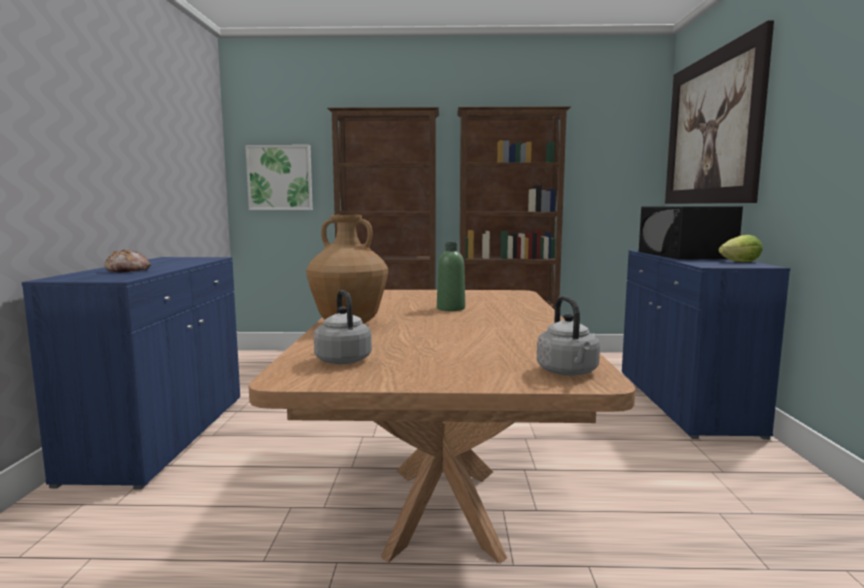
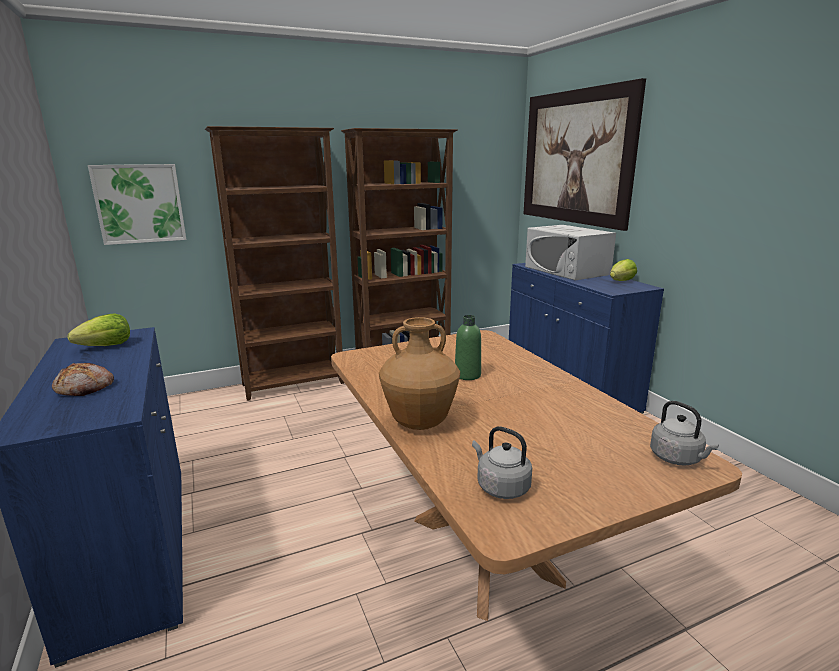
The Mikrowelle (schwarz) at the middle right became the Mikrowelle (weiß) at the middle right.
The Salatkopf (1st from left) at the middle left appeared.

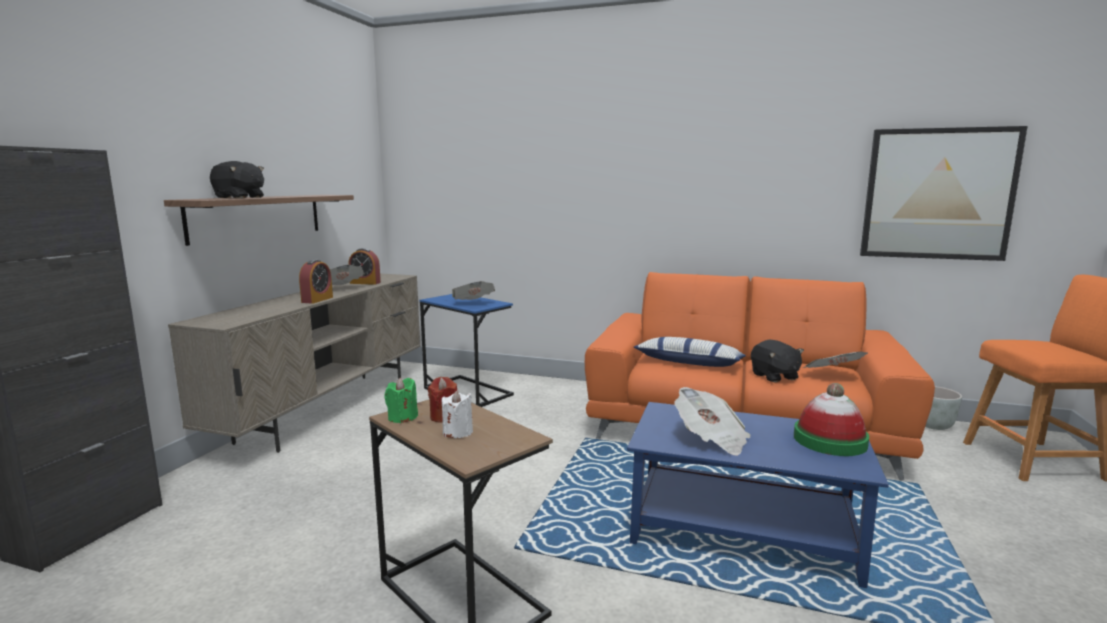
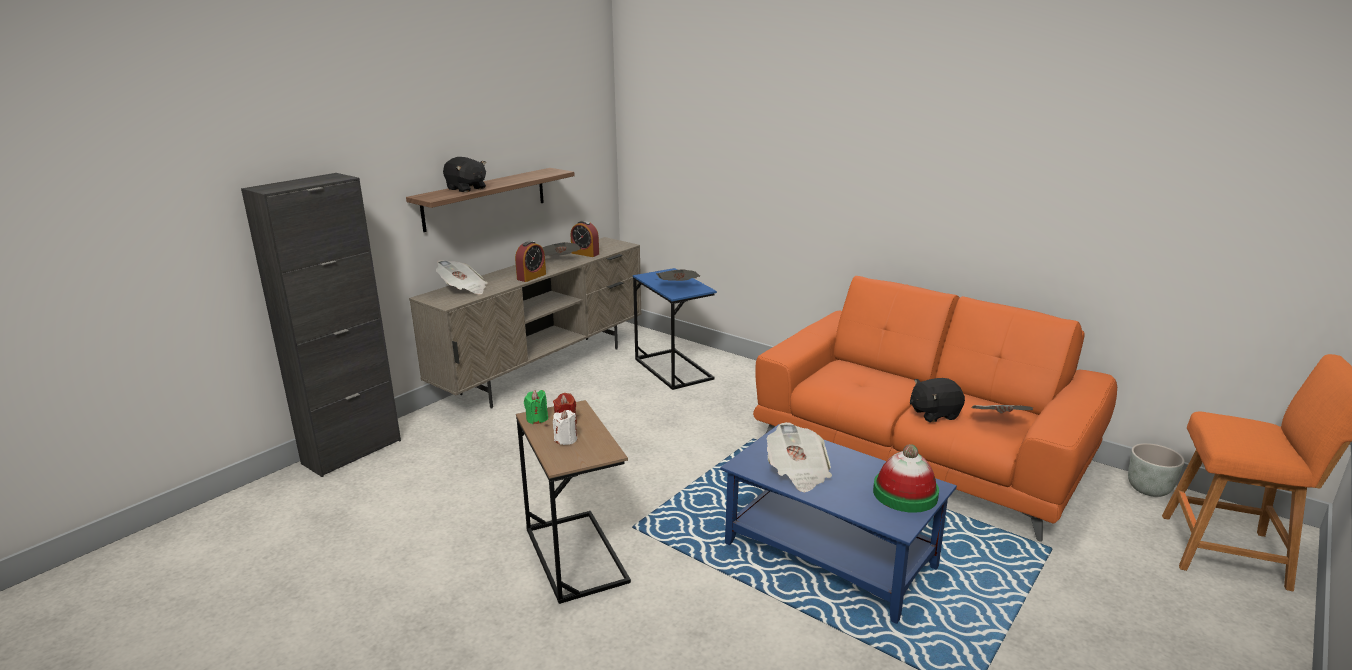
The Bild at the top right disappeared.
The Kissen at the centre disappeared.
The Plüschtier (schwarz) (2nd from left) at the middle right turned 75 degrees clockwise.
The Zeitung (1st from left) at the centre appeared.

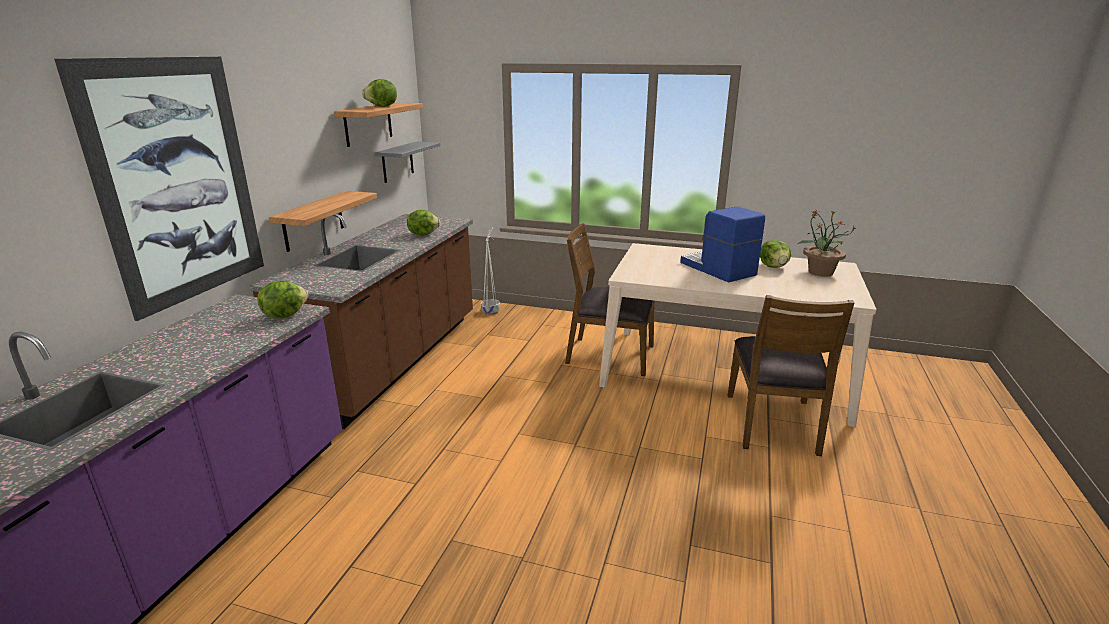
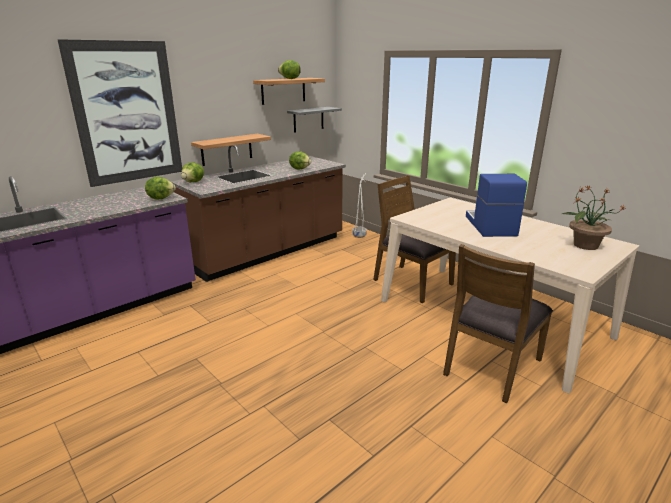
The Salatkopf (4th from left in the first image) moved from the middle right to the middle left.

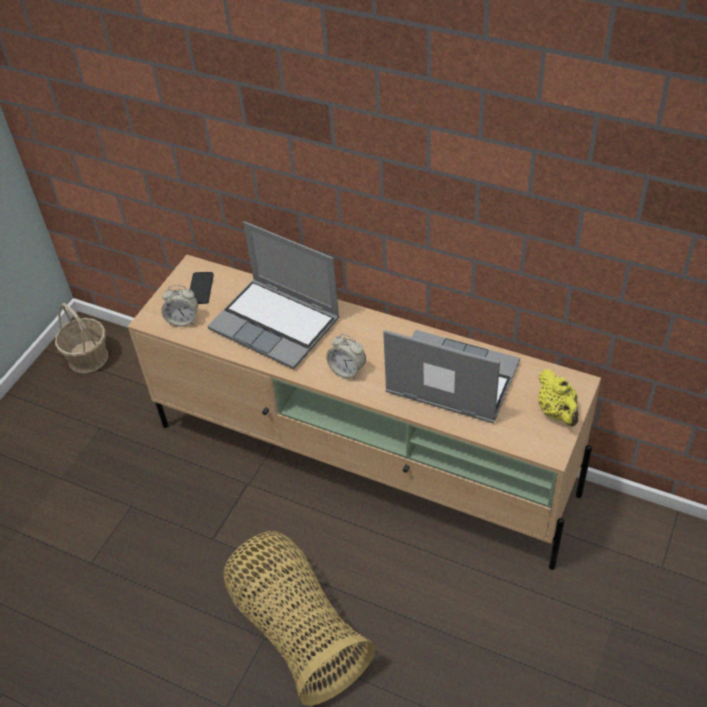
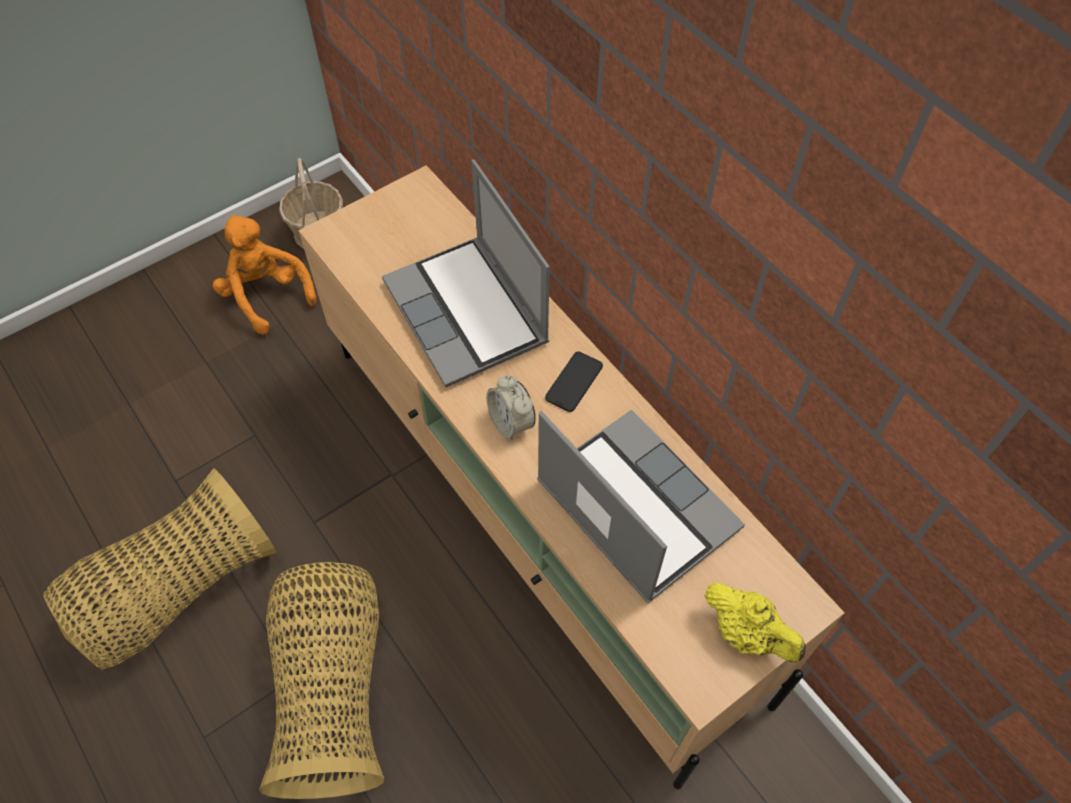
The Handy moved from the middle left to the centre.
The Wecker (1st from left) at the middle left disappeared.
The Teekanne (gelb) at the middle right turned 60 degrees counterclockwise.
The Plüschtier (orange) at the middle left appeared.
The Korb (1st from left) at the bottom left appeared.

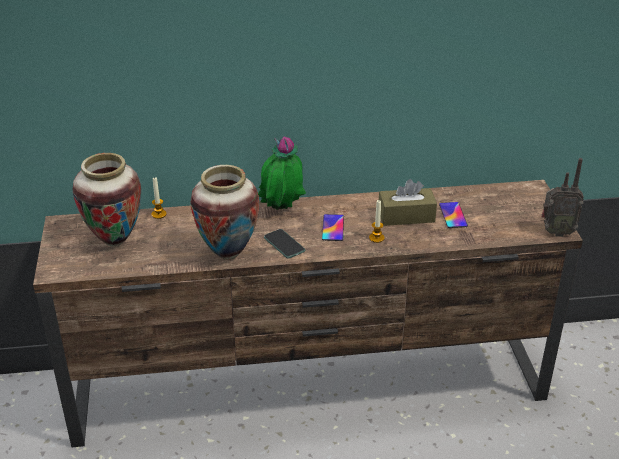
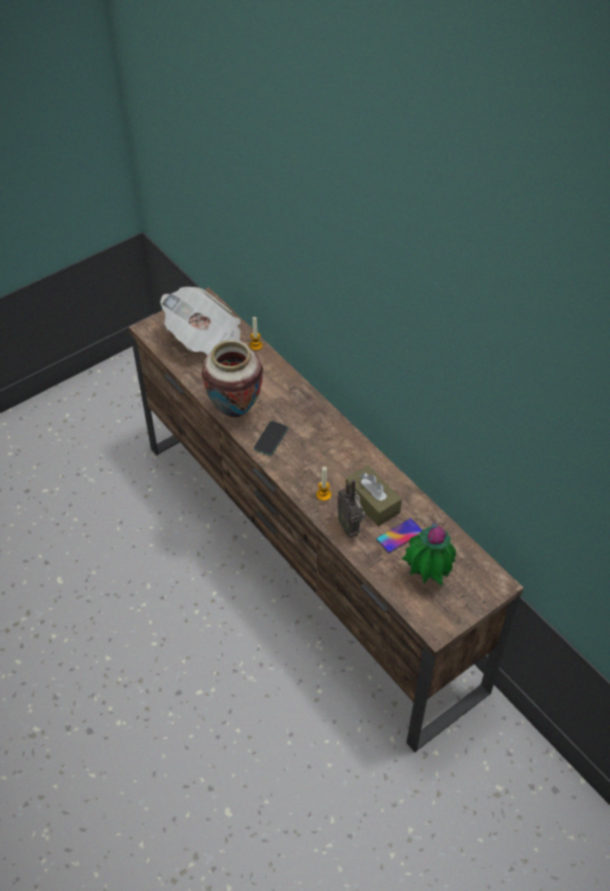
The Topfpflanze moved from the centre to the middle right.
The Vase (1st from left) at the middle left was replaced by the Zeitung at the middle left.
The Radio moved from the middle right to the centre.
The Handy (2nd from left) at the centre disappeared.

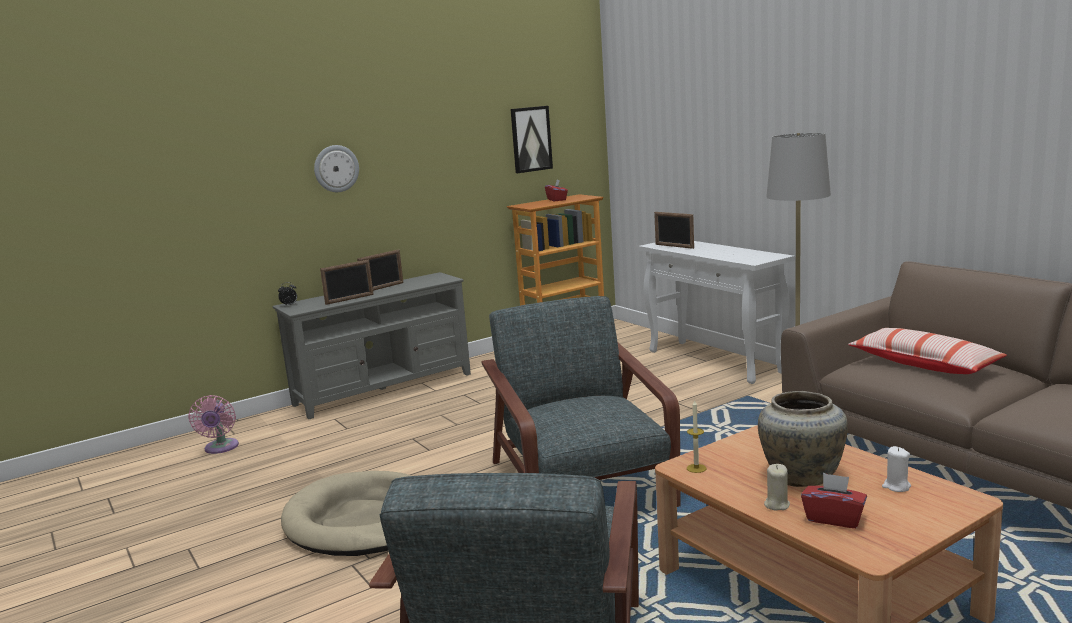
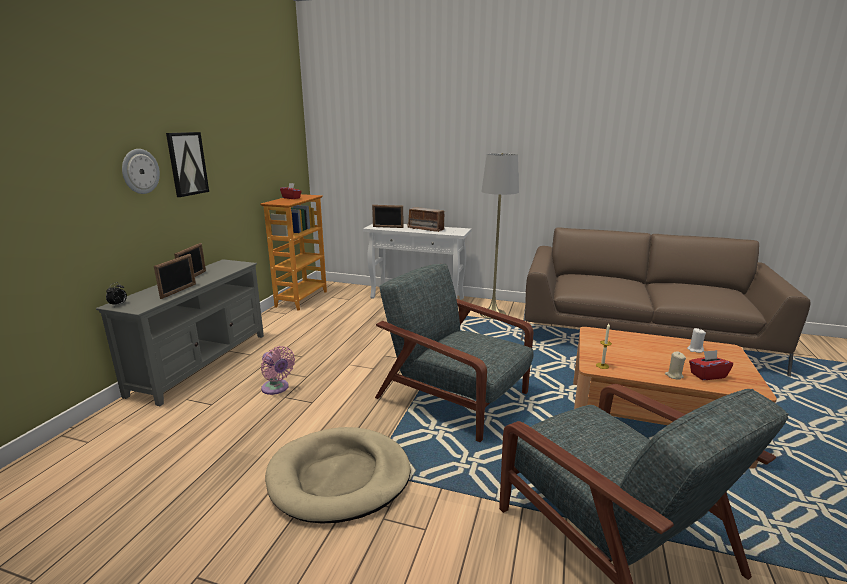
The Bild moved from the top centre to the top left.
The Kissen at the middle right disappeared.
The Vase (beige) at the bottom right disappeared.
The Ventilator (rosa) moved from the bottom left to the middle left.
The Radio at the centre appeared.

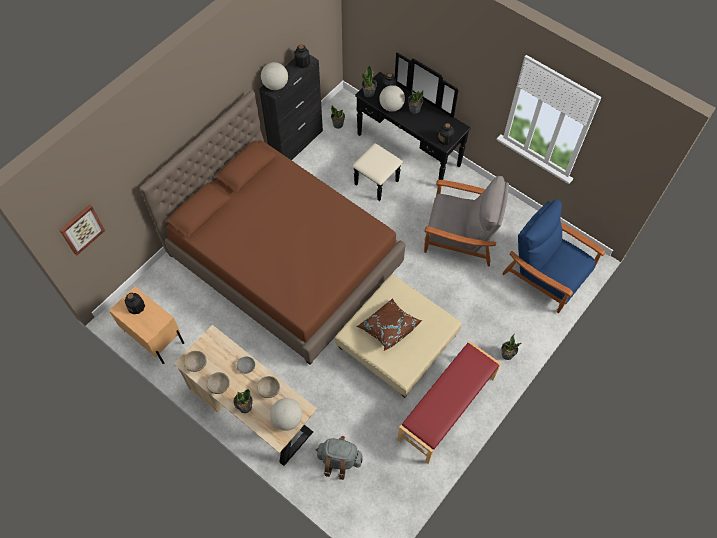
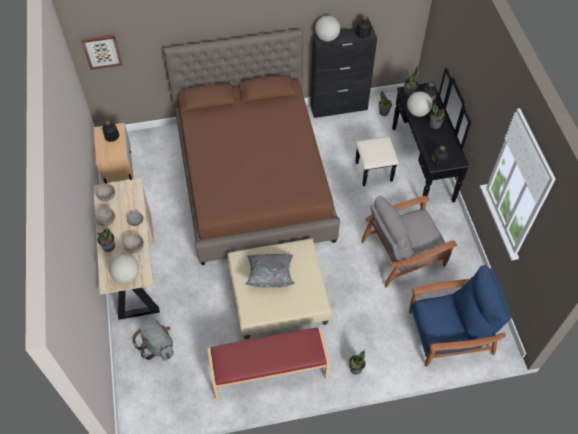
The Sessel (grau) at the centre turned 105 degrees clockwise.
The Sessel (blau) at the middle right turned 90 degrees clockwise.
The Kissen (braun) at the centre became the Kissen (grau) at the centre.

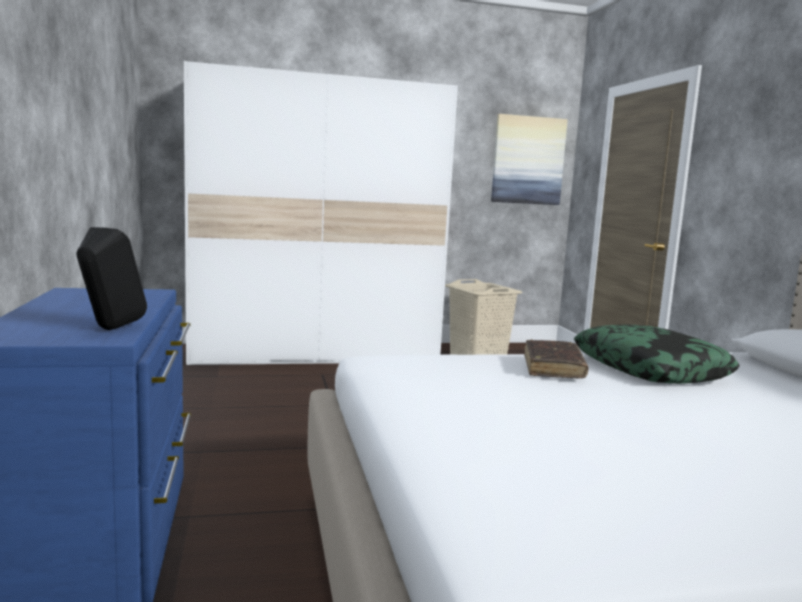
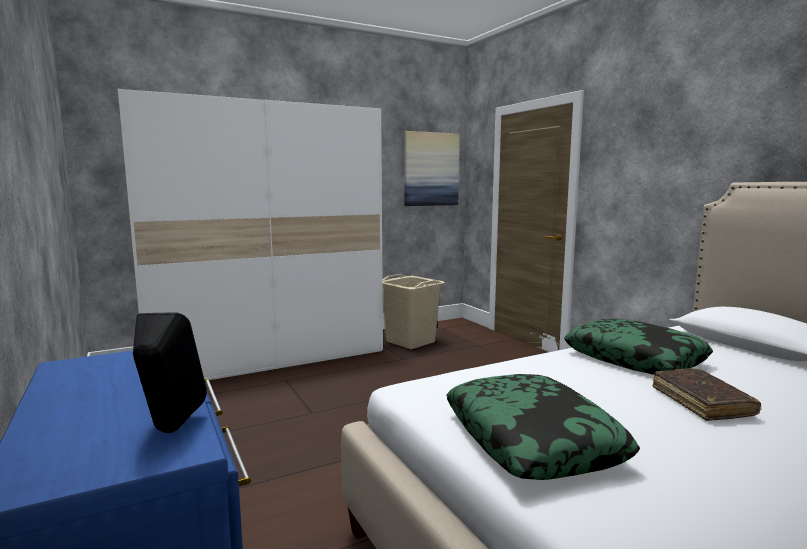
The Buch (braun) moved from the middle right to the bottom right.
The Kissen (1st from left) at the bottom right appeared.

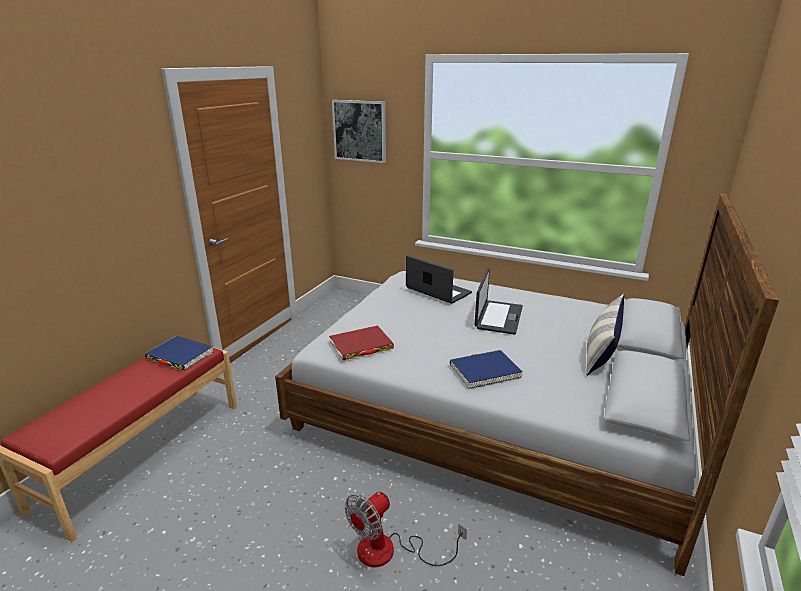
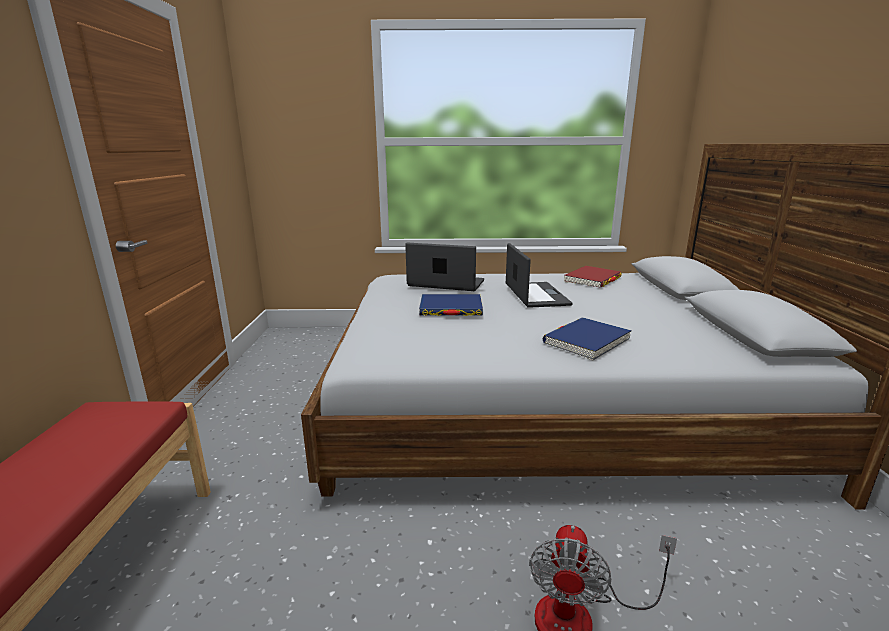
The Bild at the top centre disappeared.
The Kissen at the middle right disappeared.
The Buch (rot) moved from the centre to the middle right.
The Buch (blau) (1st from left) moved from the middle left to the centre.

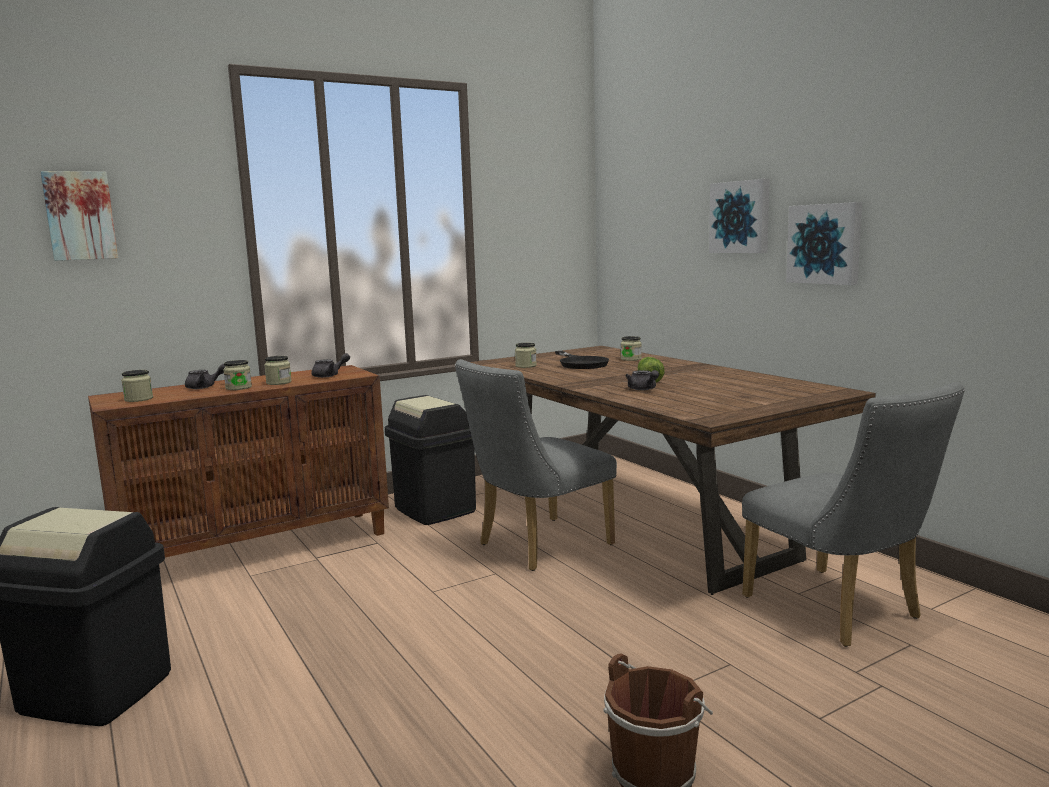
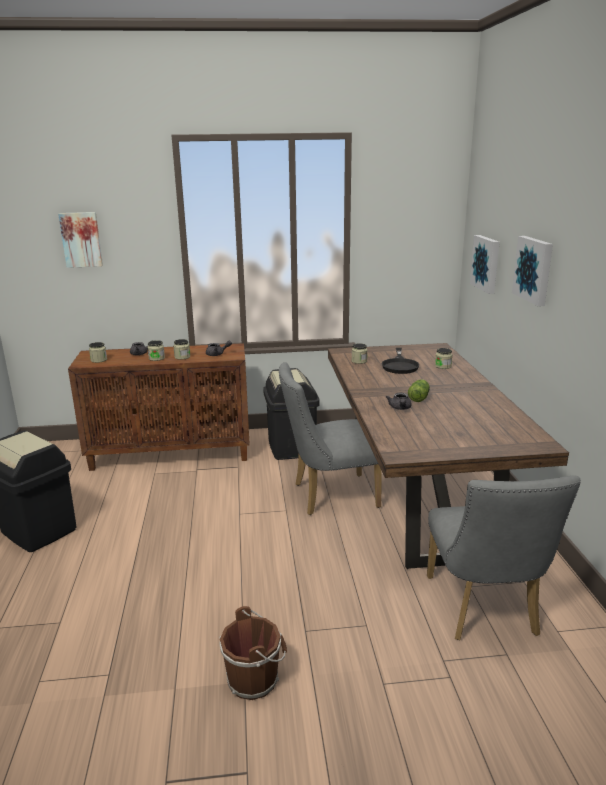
The Bild (3rd from left in the first image) moved from the top right to the middle right.

